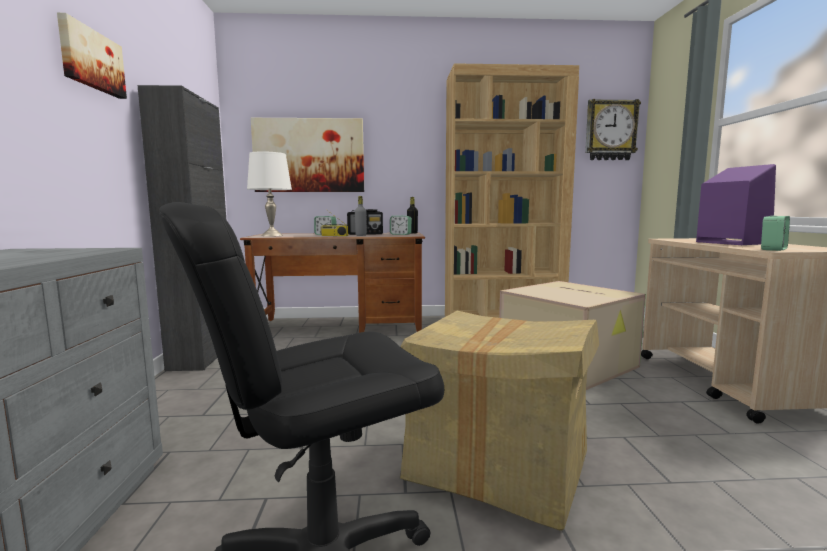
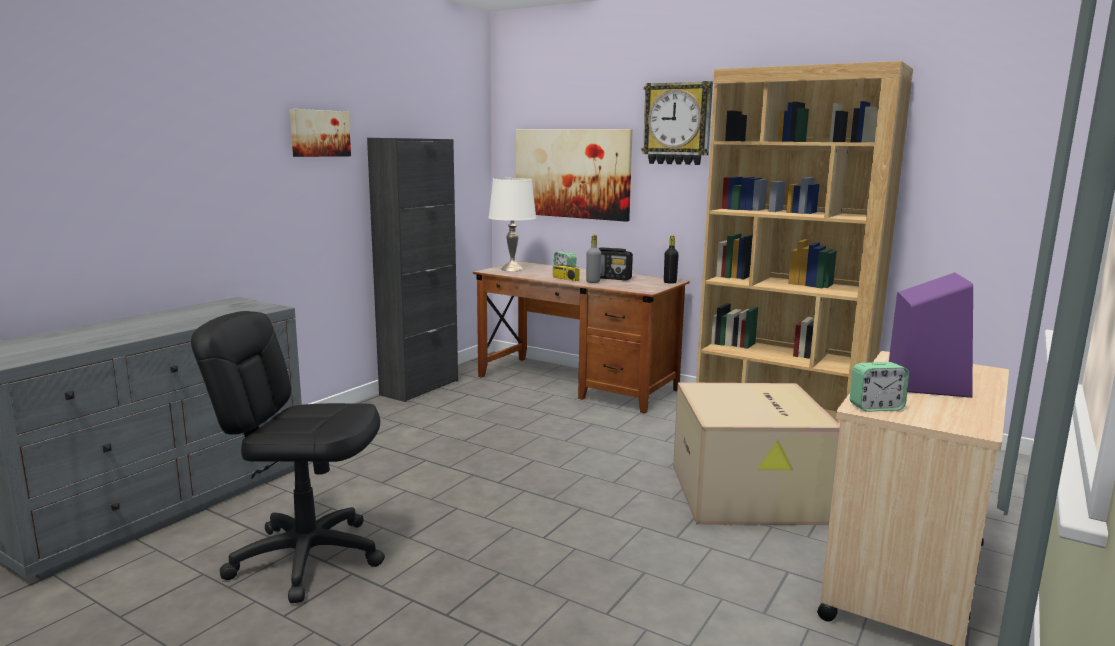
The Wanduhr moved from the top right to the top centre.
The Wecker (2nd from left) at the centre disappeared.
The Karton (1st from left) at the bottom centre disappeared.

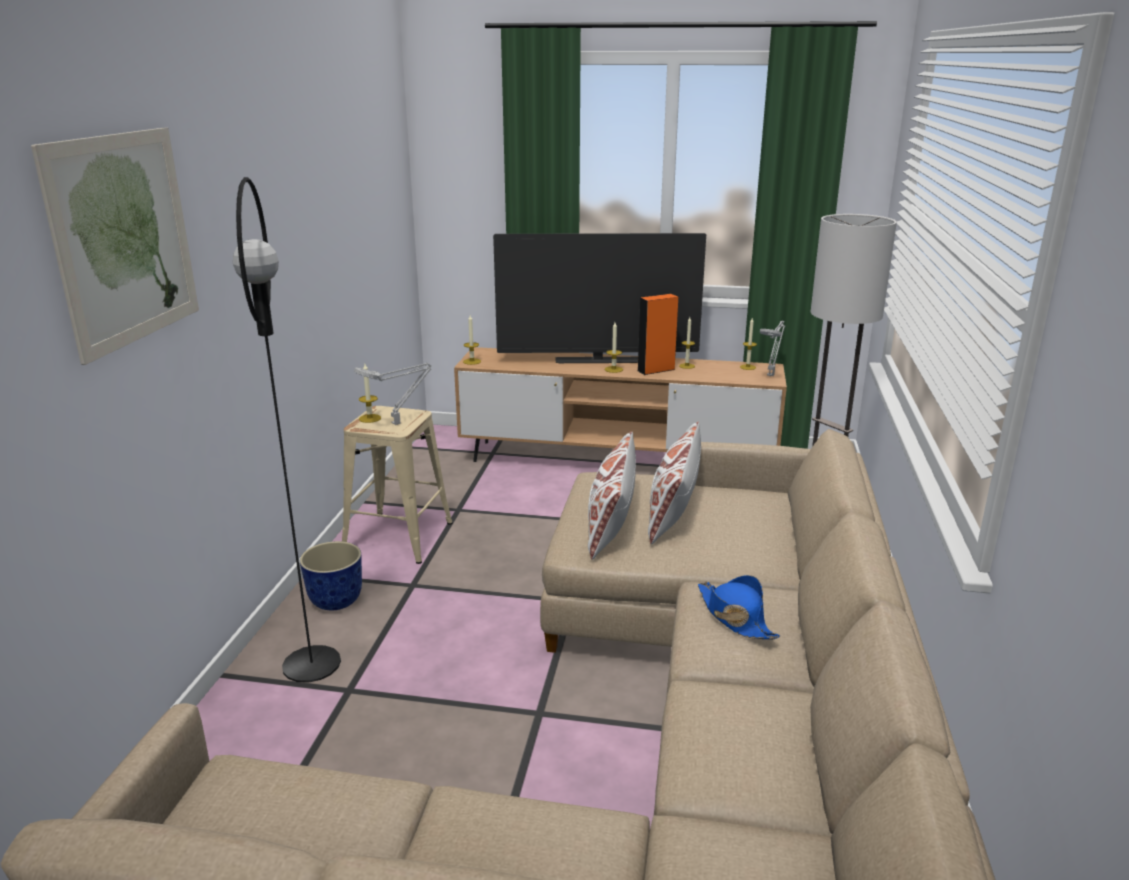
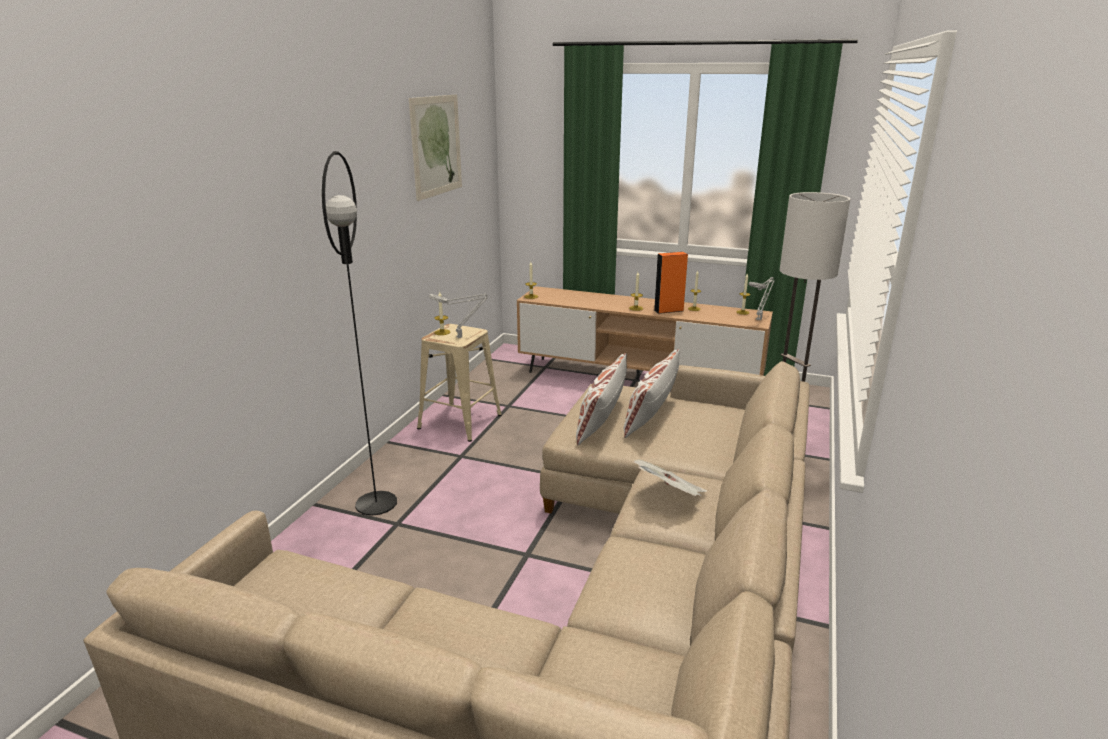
The Bild moved from the top left to the top centre.
The Fernseher at the centre disappeared.
The Pflanzkübel at the middle left disappeared.
The Hut (blau) at the bottom centre was replaced by the Zeitung at the centre.

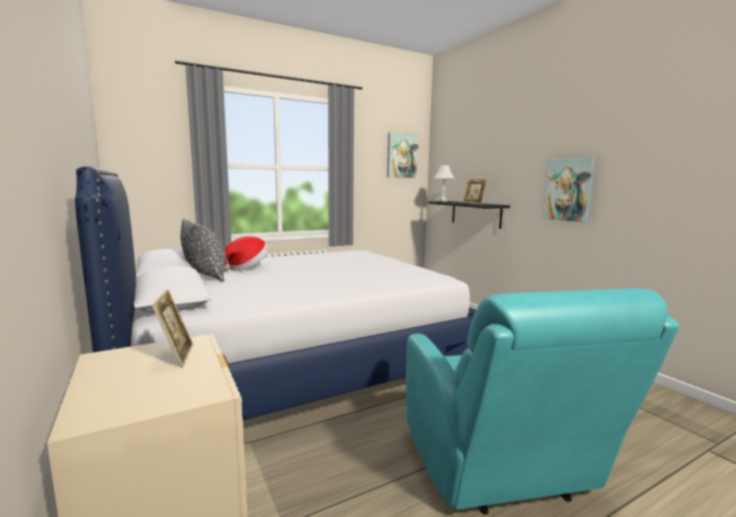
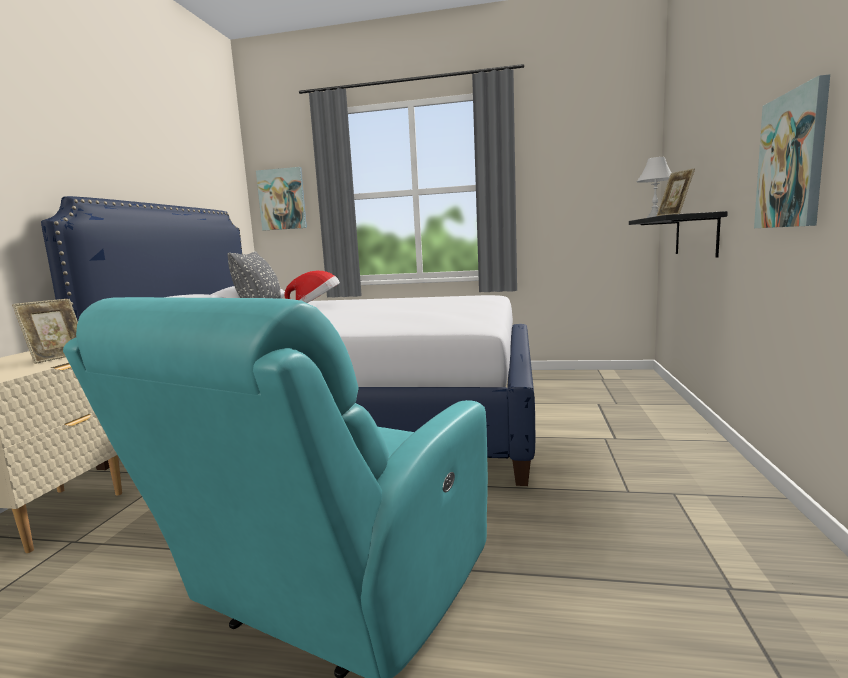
The Bild (1st from left) moved from the top centre to the top left.

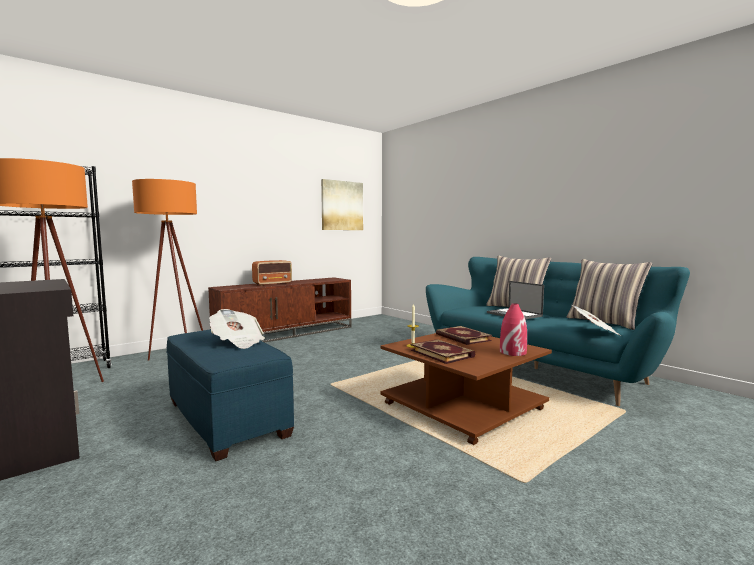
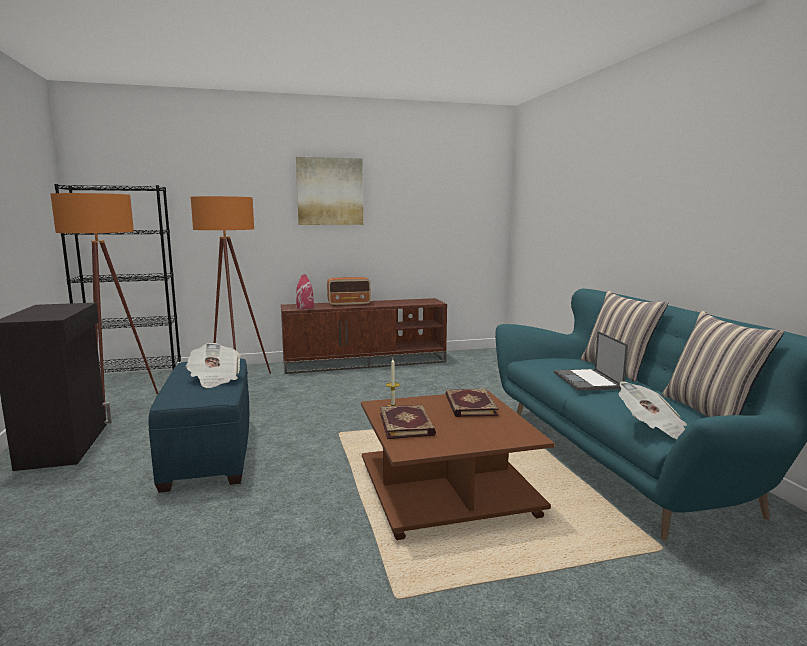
The Bild moved from the centre to the top centre.
The Vase (rot) moved from the middle right to the centre.

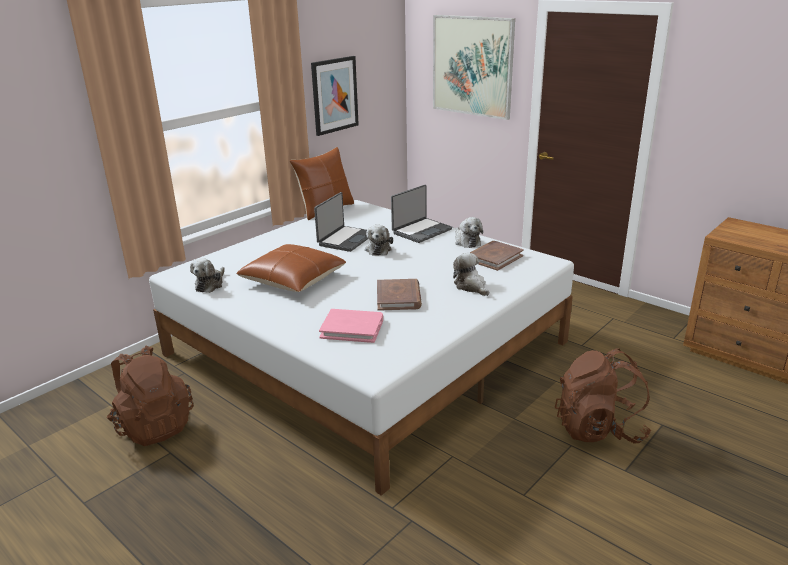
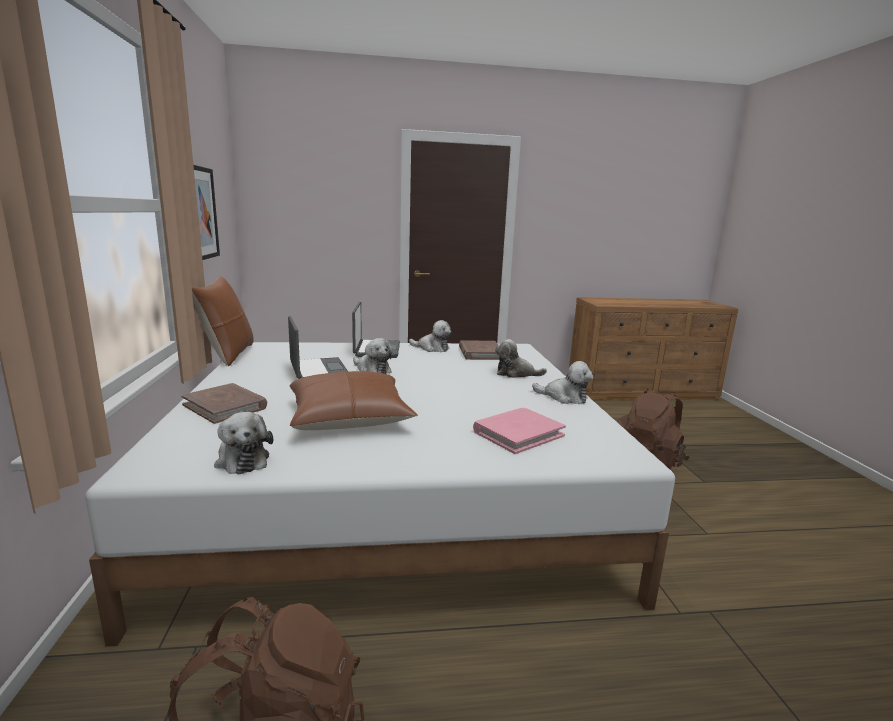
The Bild (2nd from left) at the top centre disappeared.
The Buch (braun) (1st from left) moved from the centre to the middle left.
The Plüschtier (5th from left) at the centre appeared.

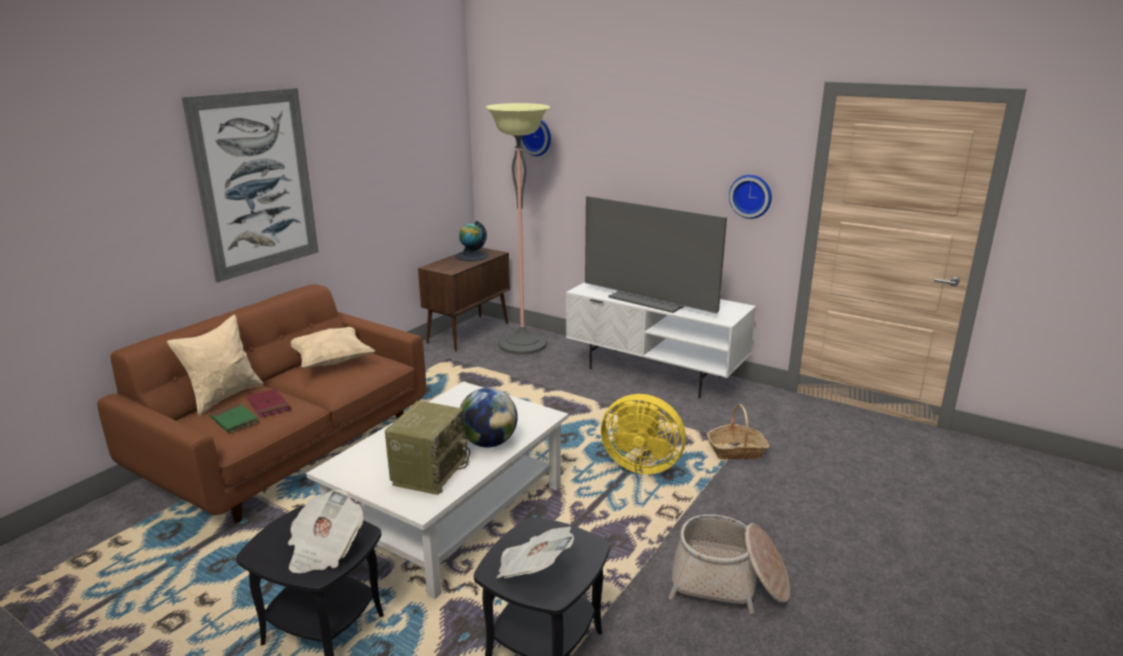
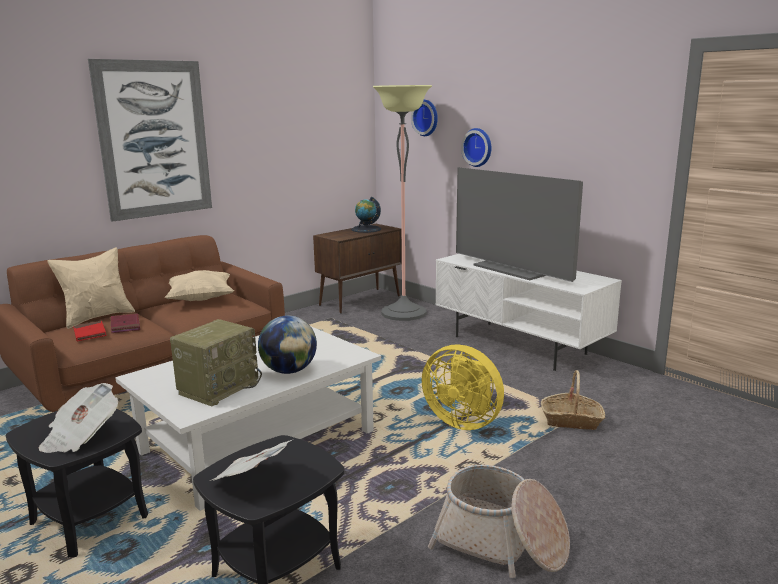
The Wanduhr (2nd from left) moved from the top right to the top centre.
The Buch (grün) at the middle left became the Buch (rot) (1st from left) at the middle left.

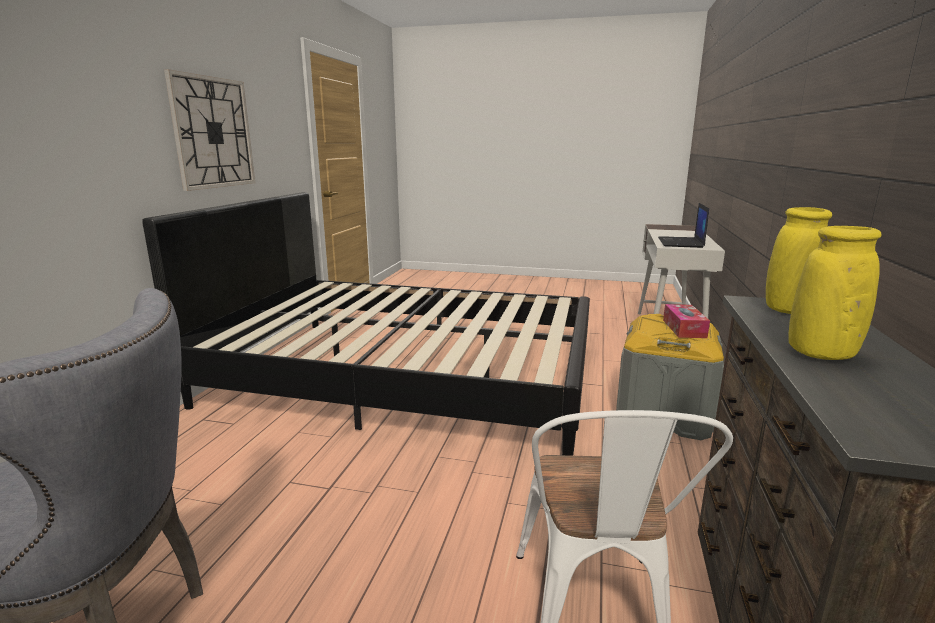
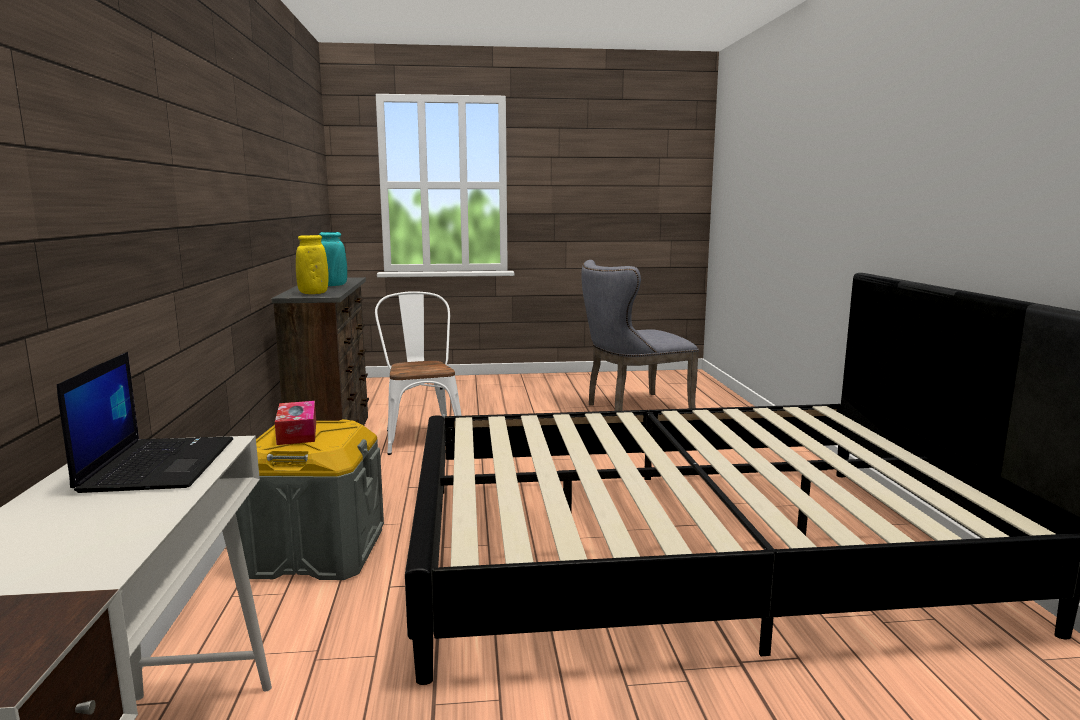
The Wanduhr at the top left disappeared.
The Vase (gelb) (2nd from left) at the middle right became the Vase (türkis) at the middle left.

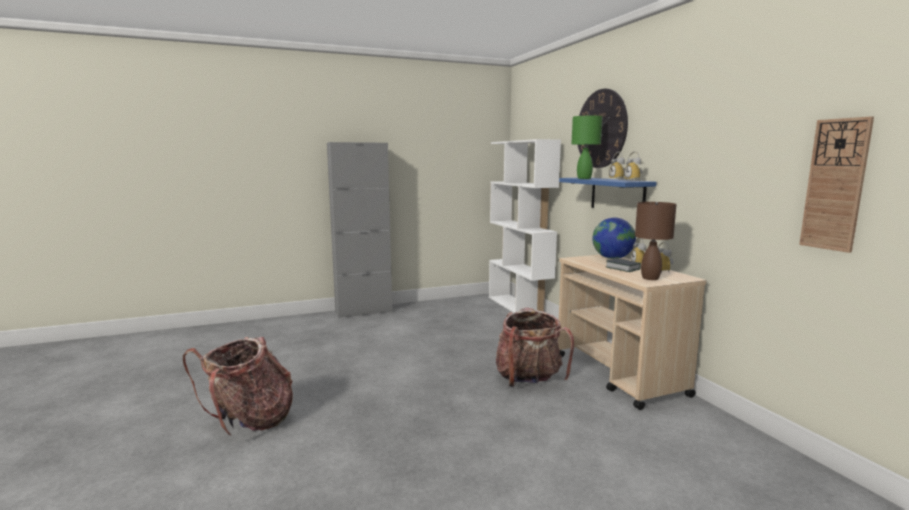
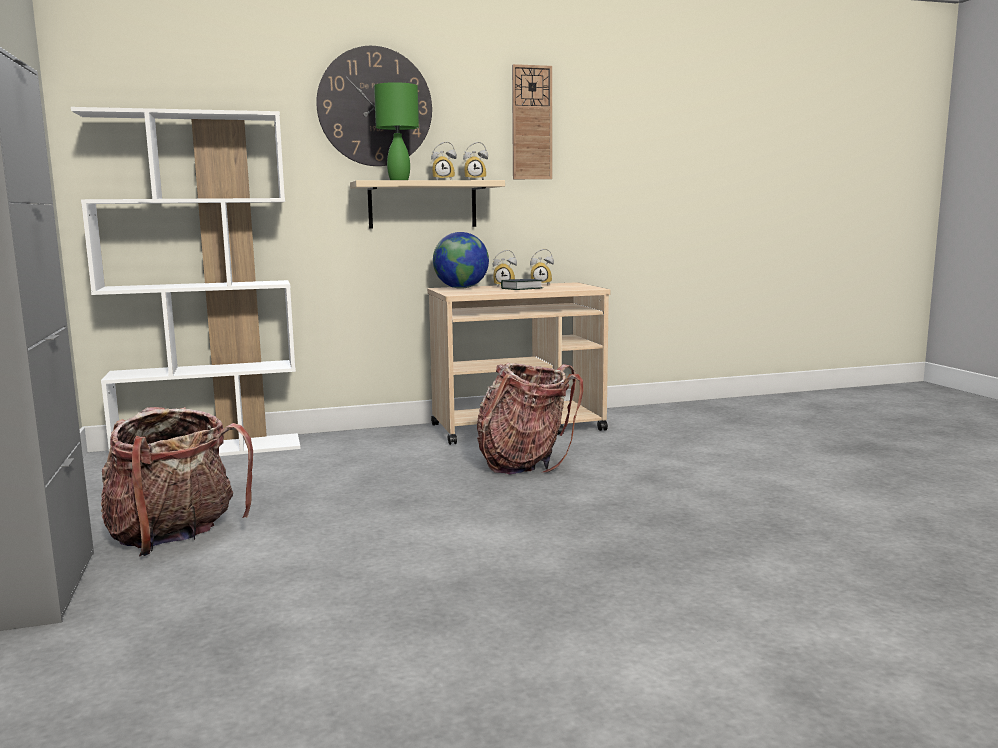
The Wanduhr (2nd from left) moved from the middle right to the top centre.
The Wandregal (blau) at the middle right became the Wandregal (beige) at the top centre.
The Tischlampe (braun) at the middle right disappeared.
The Rucksack (1st from left) moved from the bottom left to the middle left.

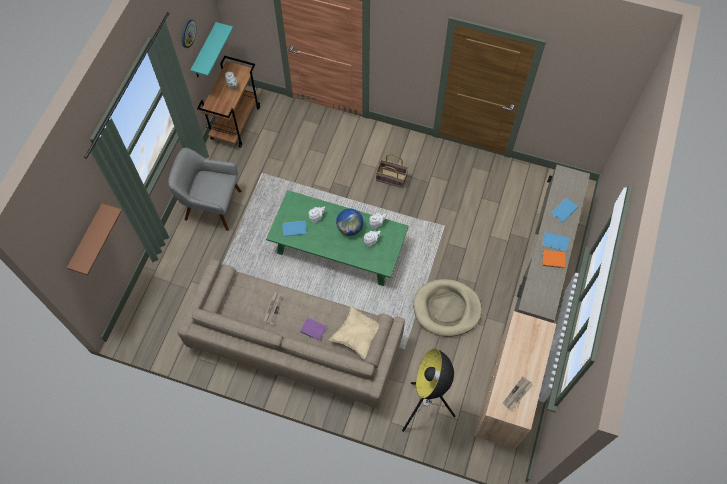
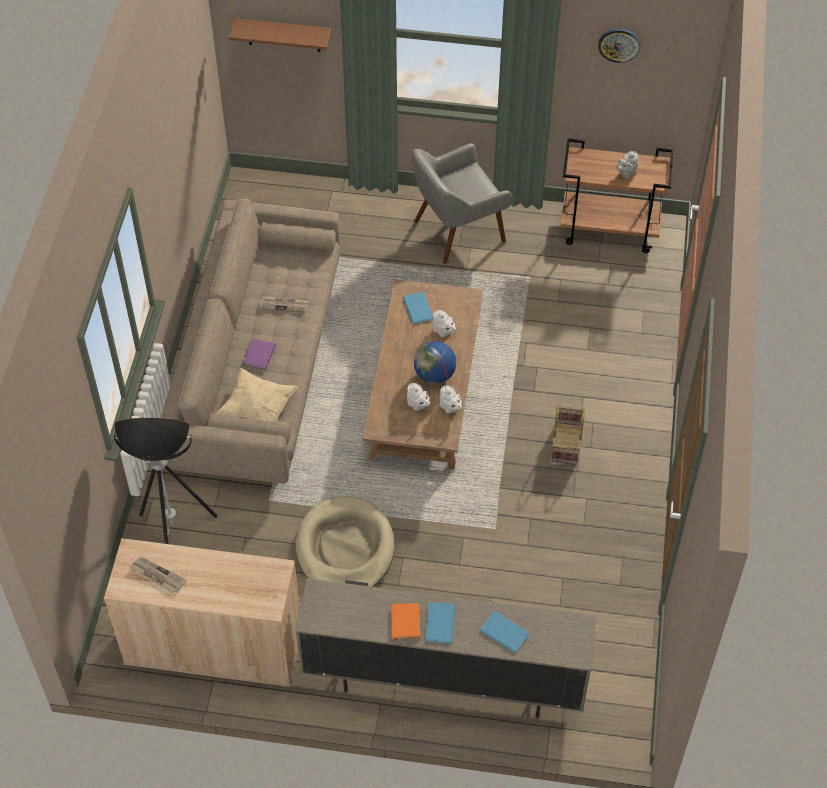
The Wandregal (türkis) at the top left disappeared.
The Sessel (grau) at the middle left turned 120 degrees counterclockwise.
The Couchtisch (grün) at the centre became the Couchtisch (braun) at the centre.

